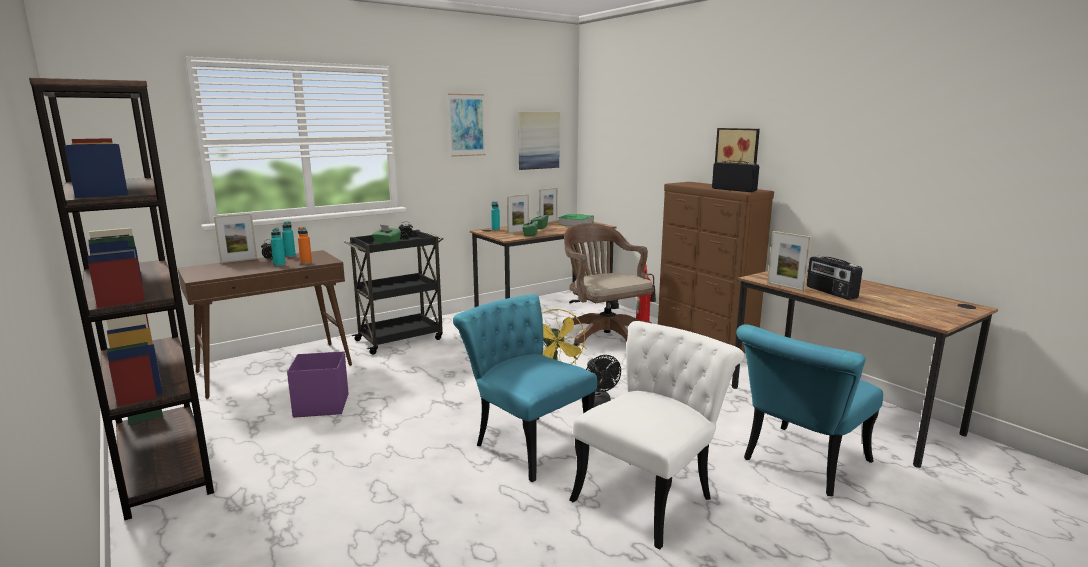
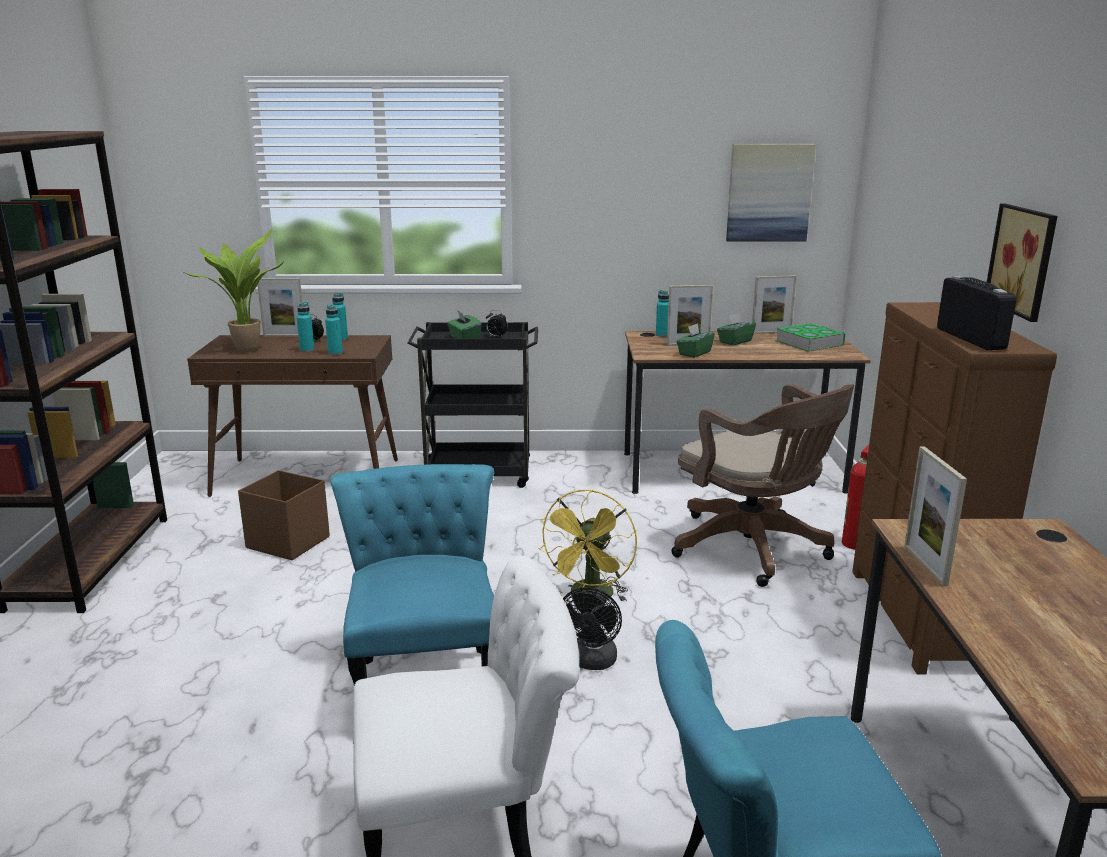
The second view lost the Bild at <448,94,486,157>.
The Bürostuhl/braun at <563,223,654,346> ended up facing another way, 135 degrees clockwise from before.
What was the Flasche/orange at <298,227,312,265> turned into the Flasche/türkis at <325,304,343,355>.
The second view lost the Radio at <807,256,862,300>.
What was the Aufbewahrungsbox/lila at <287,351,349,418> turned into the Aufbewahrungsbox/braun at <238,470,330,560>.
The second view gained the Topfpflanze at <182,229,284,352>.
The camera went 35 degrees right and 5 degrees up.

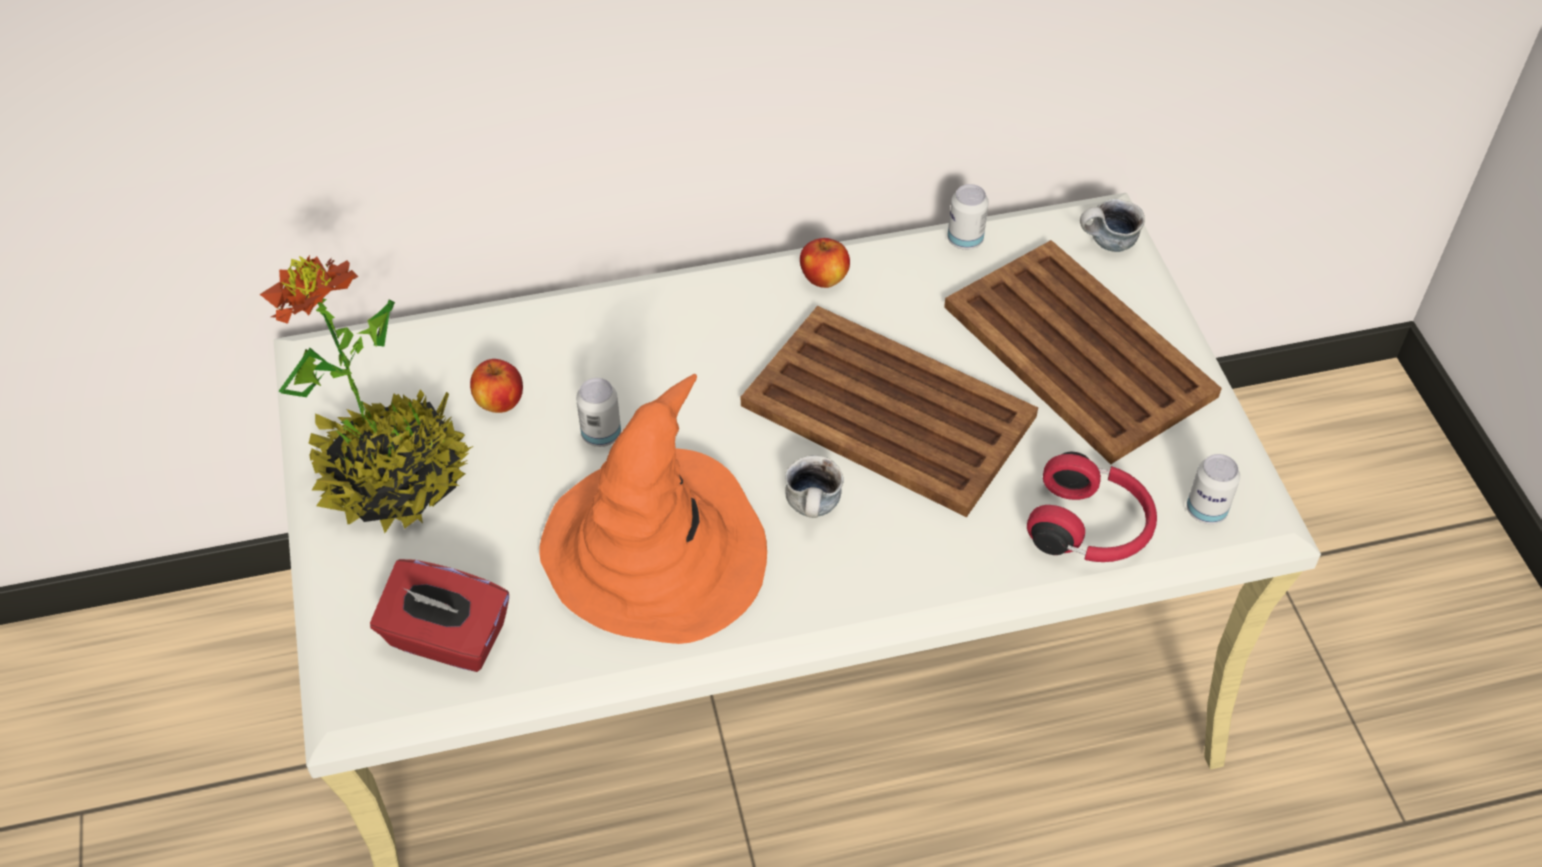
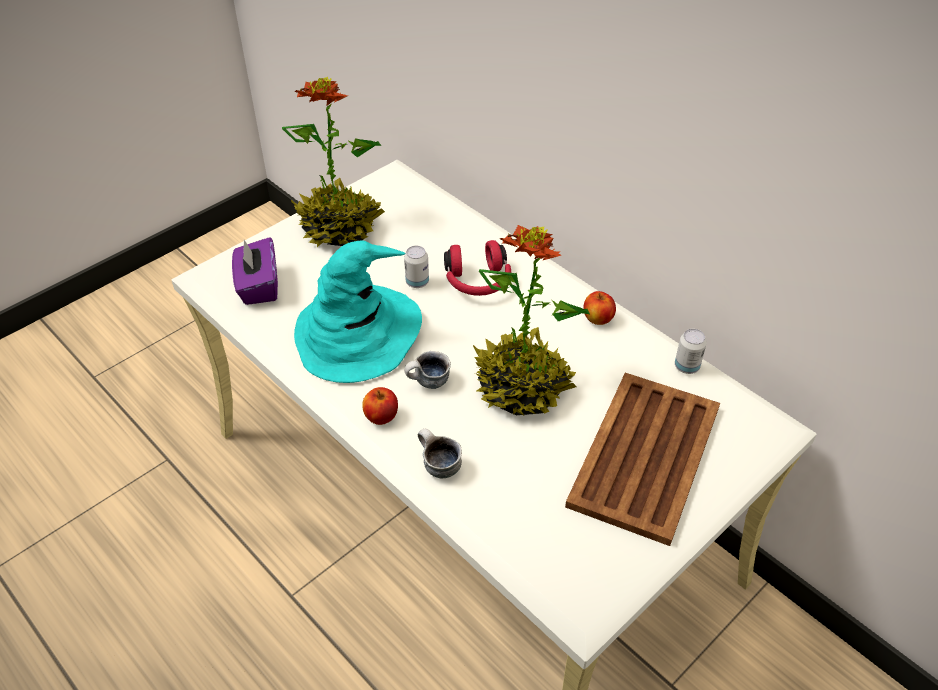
The Henkelbecher ended up elsewhere, having gone from <1080,199,1145,252> to <418,429,462,478>.
Where the Tablett/braun stood at <741,306,1038,518>, the Topfpflanze came to stand at <473,225,590,415>.
The Apfel ended up elsewhere, having gone from <470,359,523,413> to <362,387,398,425>.
What was the Hut/orange at <539,374,767,644> turned into the Hut/türkis at <294,240,422,383>.
The Kopfhörer/rot ended up elsewhere, having gone from <1027,452,1157,562> to <444,240,511,296>.
The second view lost the Dose at <1187,454,1240,524>.
What was the Taschentuchbox/rot at <370,559,509,672> turned into the Taschentuchbox/lila at <232,237,278,305>.
The camera went 60 degrees right and 5 degrees down.

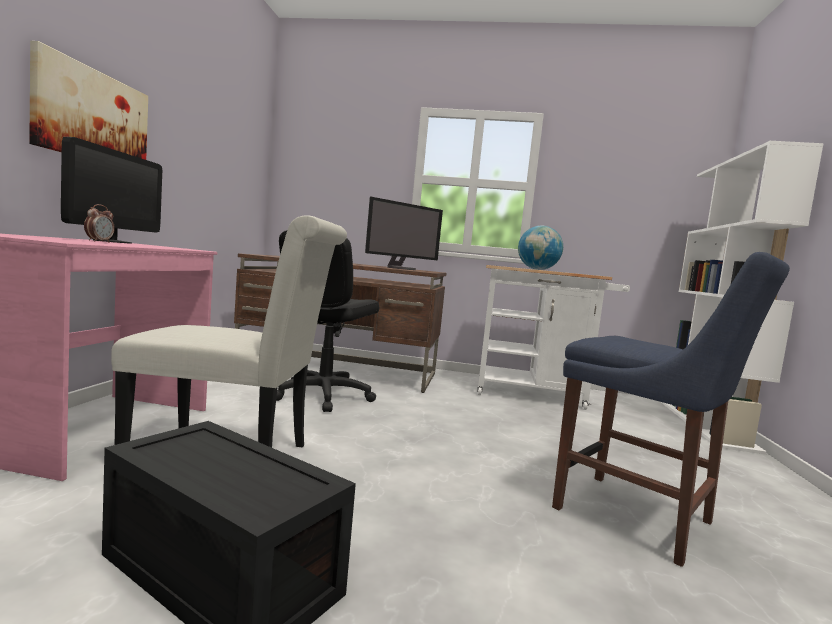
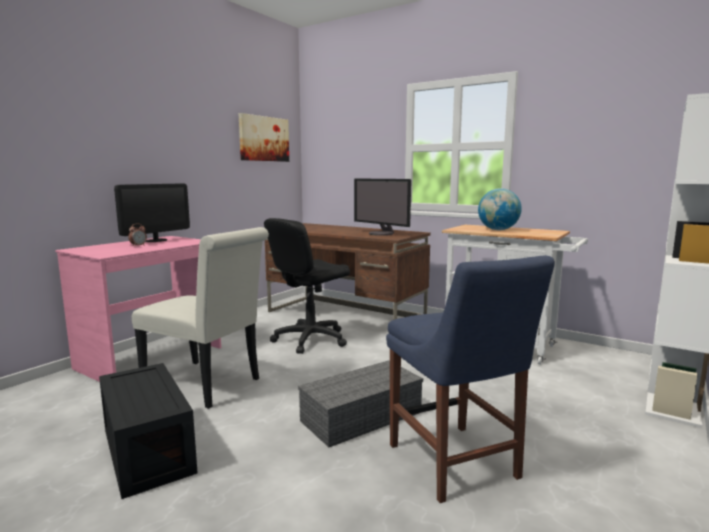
The Bild ended up elsewhere, having gone from <29,41,148,160> to <238,113,289,162>.
The Monitor at <365,196,443,270> ended up facing another way, 60 degrees clockwise from before.
The second view gained the Aufbewahrungsbox/grau at <298,360,423,447>.
The camera went 25 degrees right and 5 degrees up.

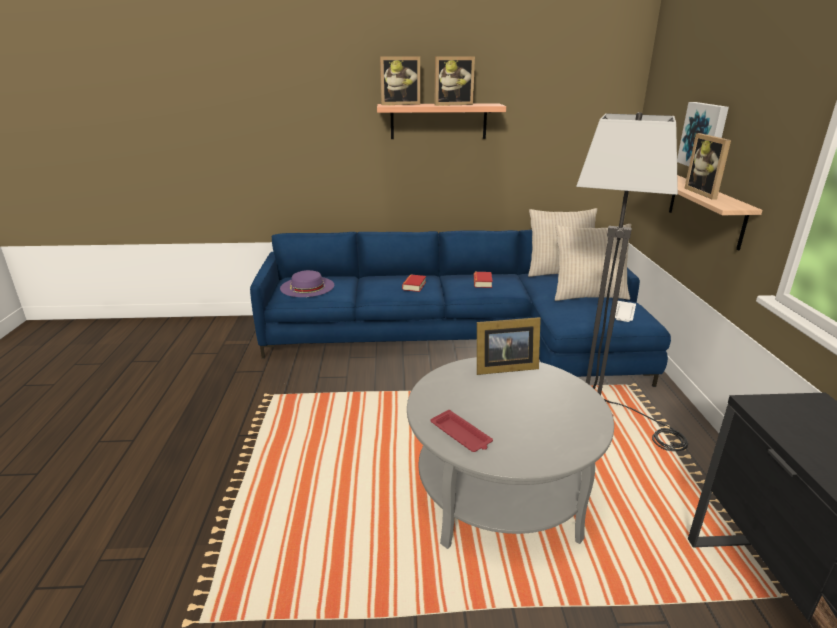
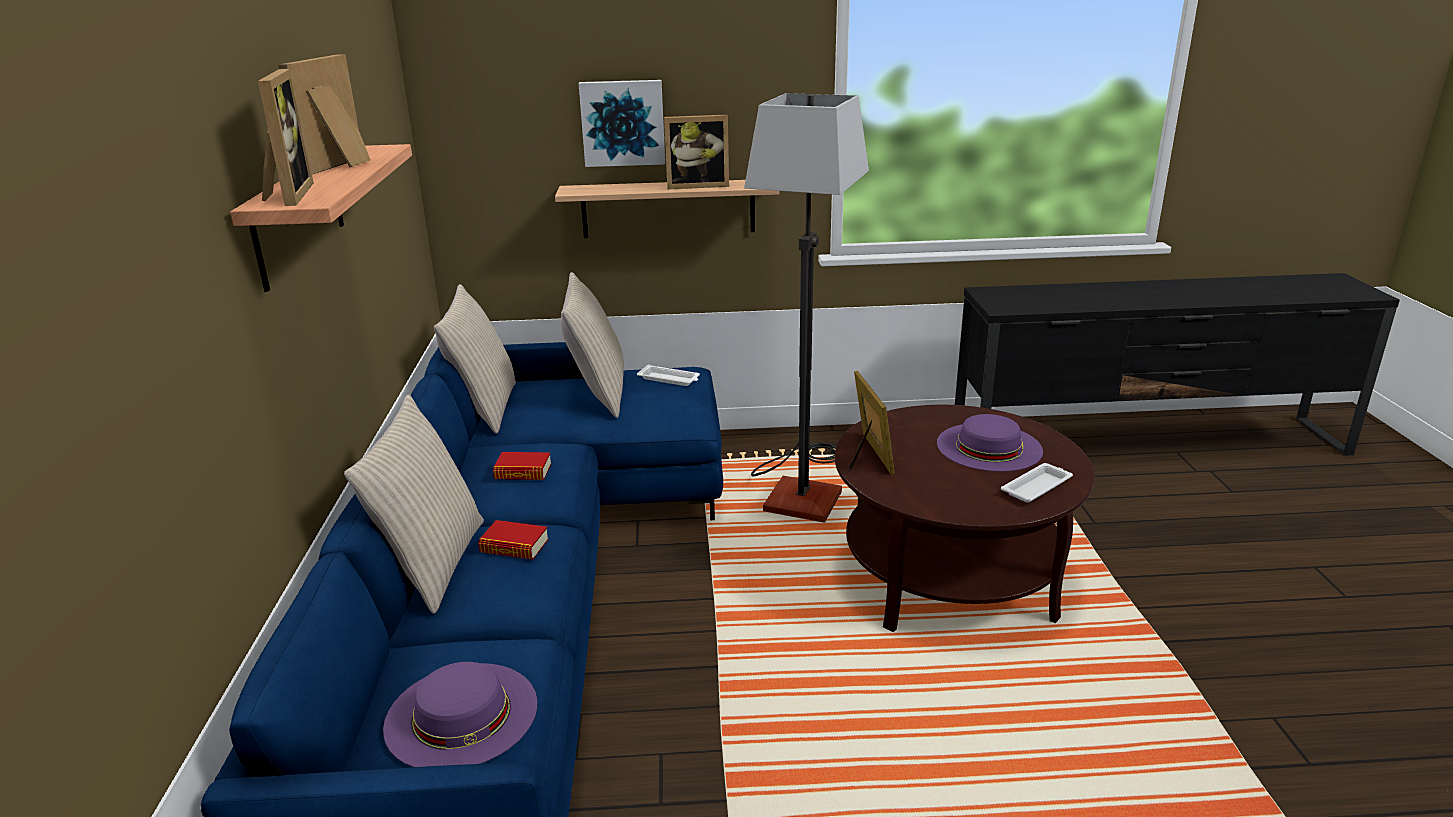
The Bilderrahmen at <434,57,475,106> ended up facing another way, 150 degrees counterclockwise from before.
What was the Couchtisch/grau at <407,357,614,549> turned into the Couchtisch/braun at <835,405,1095,632>.
What was the Tablett/rot at <430,410,493,452> turned into the Tablett/weiß at <1001,463,1073,503>.
The second view gained the Kissen/beige at <344,394,484,614>.
The second view gained the Hut/lila at <937,414,1043,472>.
The camera went 90 degrees left and 0 degrees up.

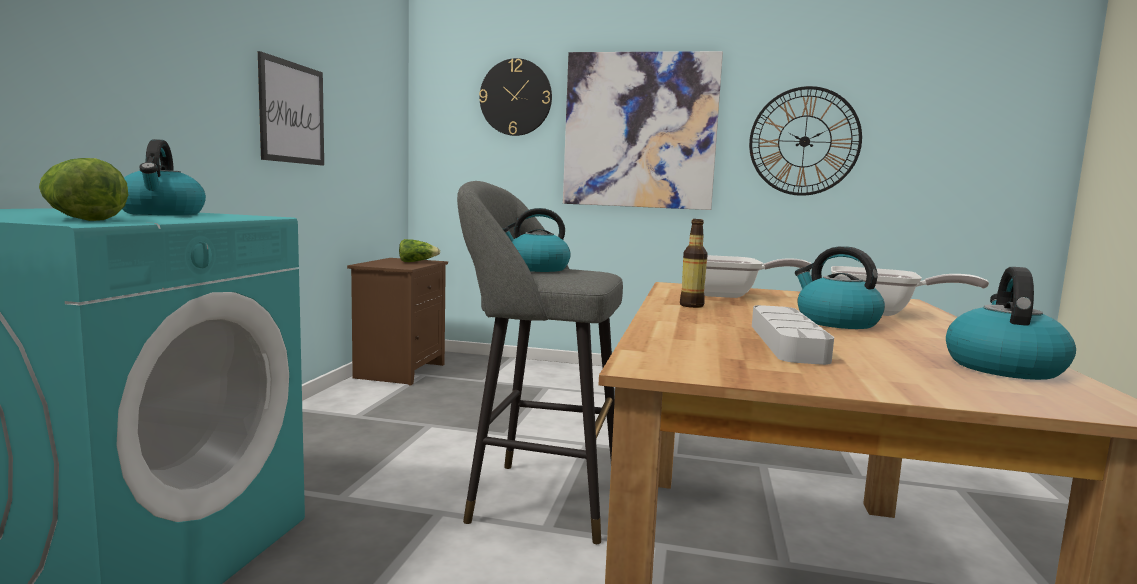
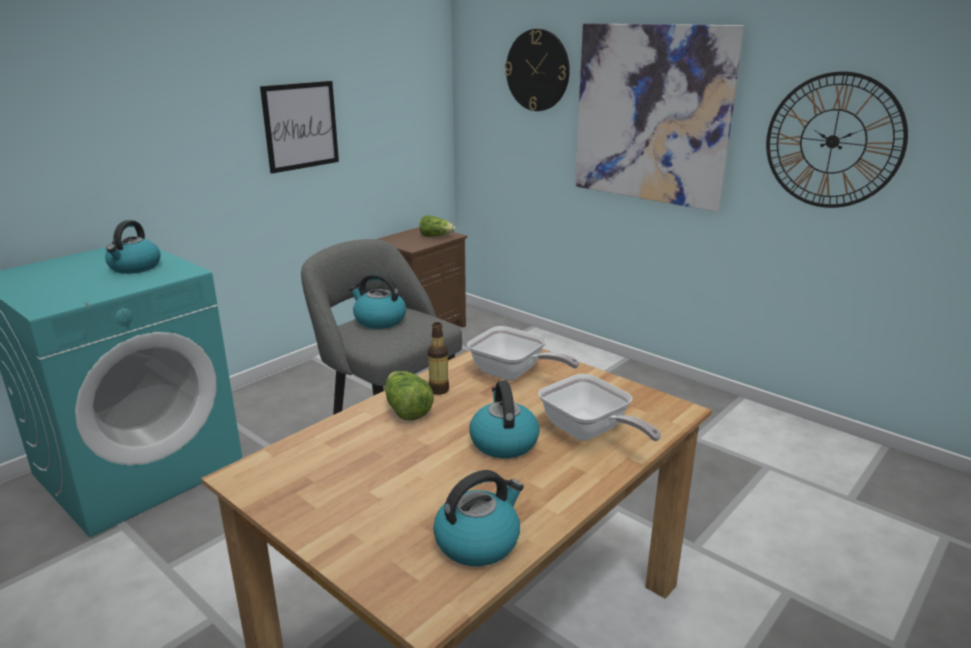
The Salatkopf ended up elsewhere, having gone from <39,158,128,221> to <385,371,434,421>.
The second view lost the Tablett/grau at <752,305,834,365>.
The camera went 30 degrees right and 15 degrees up.

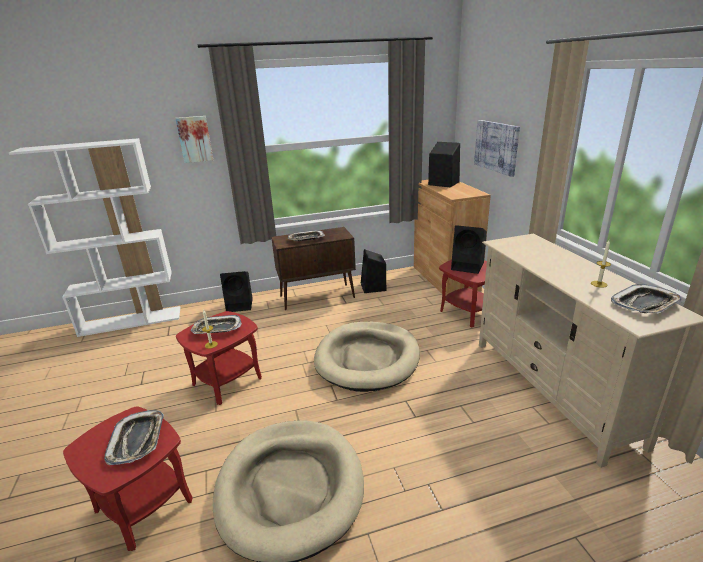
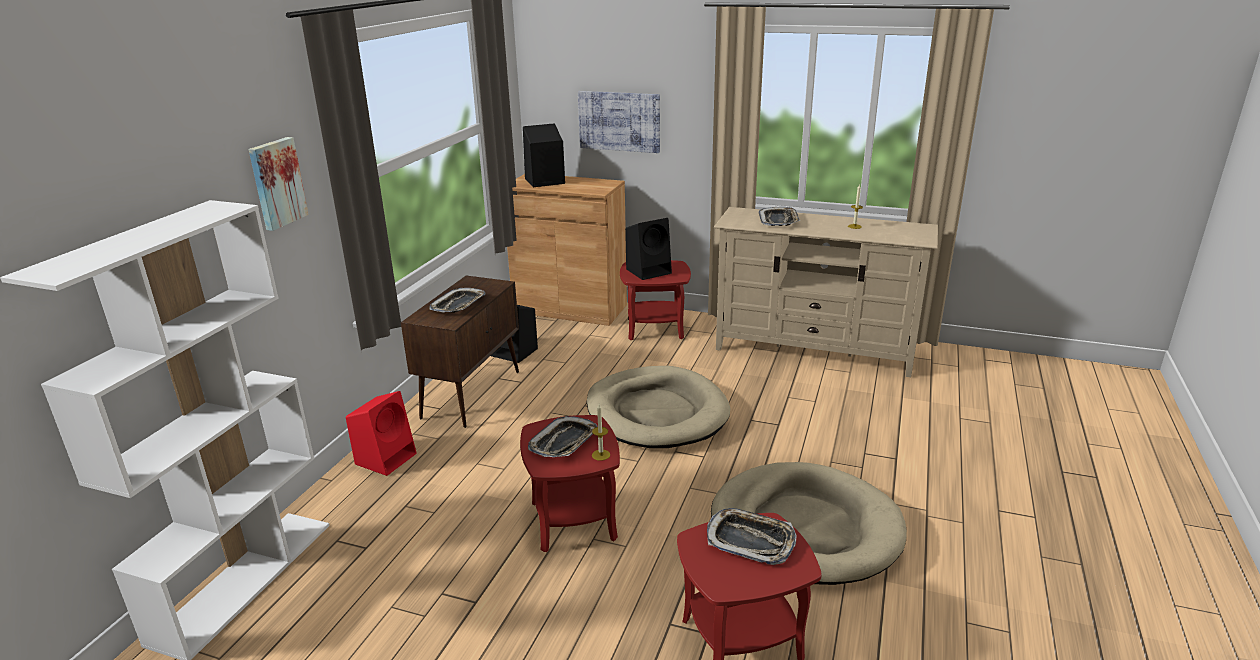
What was the Lautsprecher/schwarz at <220,271,253,312> turned into the Lautsprecher/rot at <346,391,417,476>.
The Tablett ended up elsewhere, having gone from <611,284,682,313> to <758,207,800,226>.
The camera went 55 degrees left and 0 degrees up.

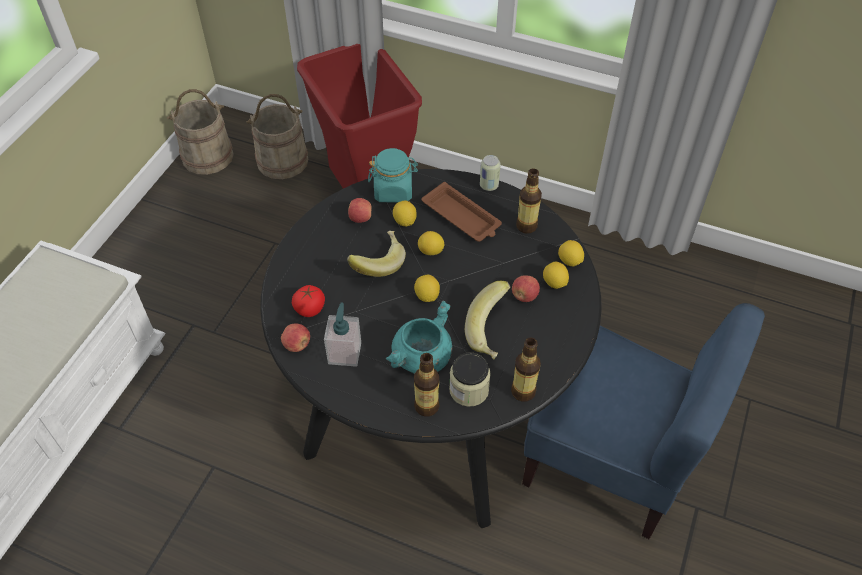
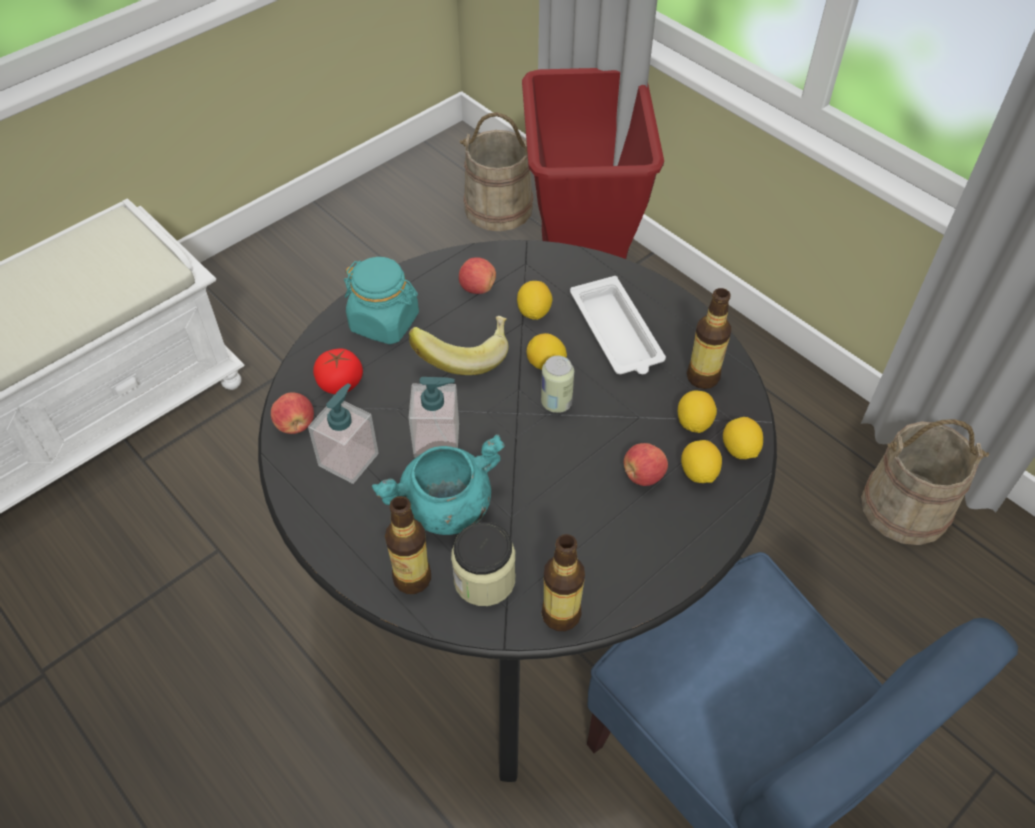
The Eimer/beige ended up elsewhere, having gone from <167,89,234,175> to <861,419,989,545>.
The Vorratsglas/türkis ended up elsewhere, having gone from <368,148,418,203> to <344,257,419,344>.
The Dose ended up elsewhere, having gone from <480,155,501,191> to <541,356,574,413>.
What was the Tablett/braun at <422,182,502,242> turned into the Tablett/weiß at <570,276,666,374>.
The Zitrone ended up elsewhere, having gone from <414,275,440,302> to <678,390,717,433>.
The second view lost the Banane at <465,281,510,359>.
The second view gained the Seifenspender at <408,377,459,458>.
The camera went 25 degrees right and 0 degrees up.

